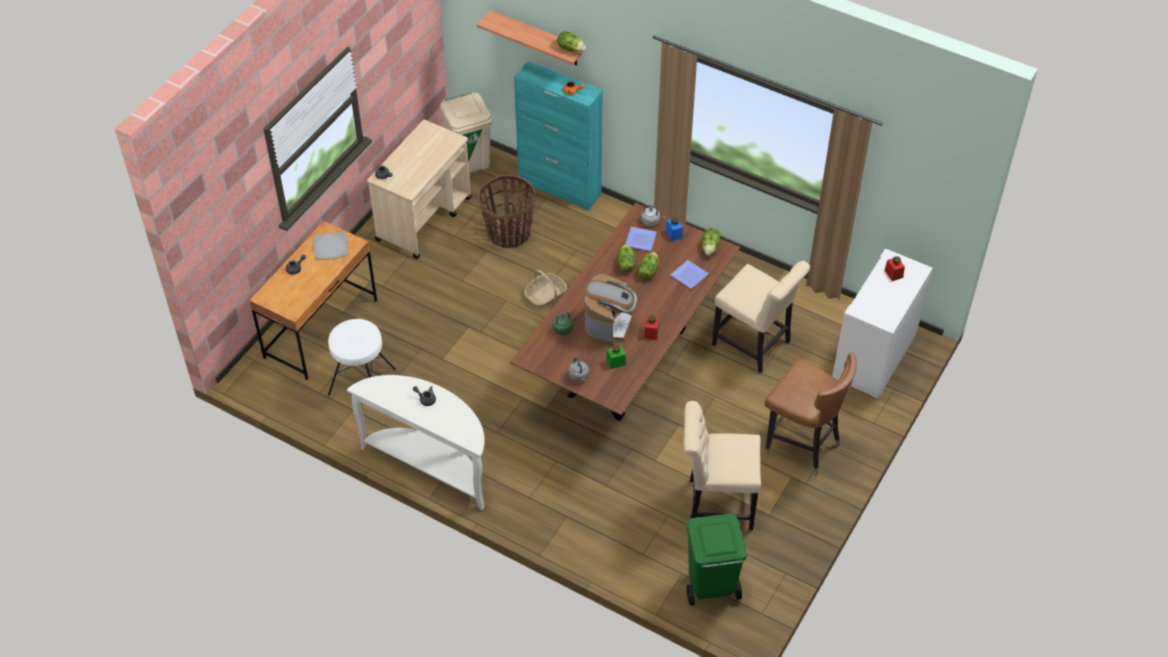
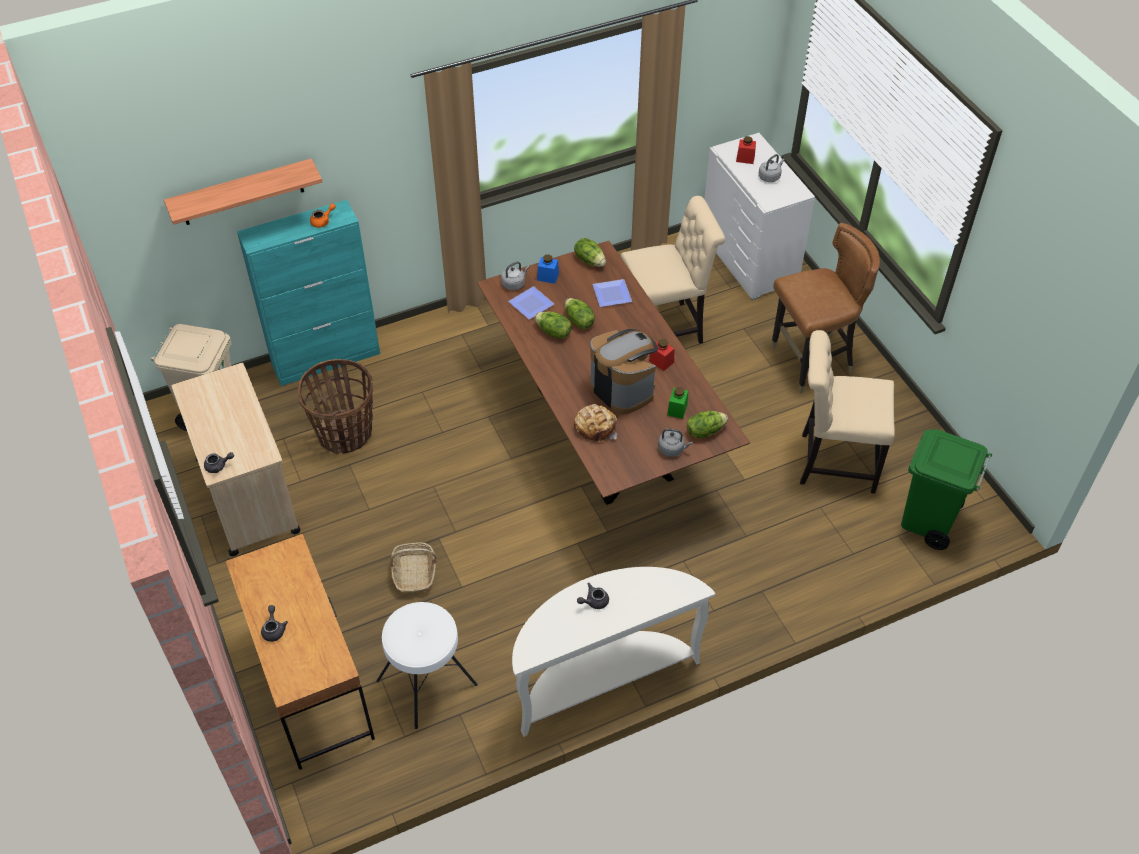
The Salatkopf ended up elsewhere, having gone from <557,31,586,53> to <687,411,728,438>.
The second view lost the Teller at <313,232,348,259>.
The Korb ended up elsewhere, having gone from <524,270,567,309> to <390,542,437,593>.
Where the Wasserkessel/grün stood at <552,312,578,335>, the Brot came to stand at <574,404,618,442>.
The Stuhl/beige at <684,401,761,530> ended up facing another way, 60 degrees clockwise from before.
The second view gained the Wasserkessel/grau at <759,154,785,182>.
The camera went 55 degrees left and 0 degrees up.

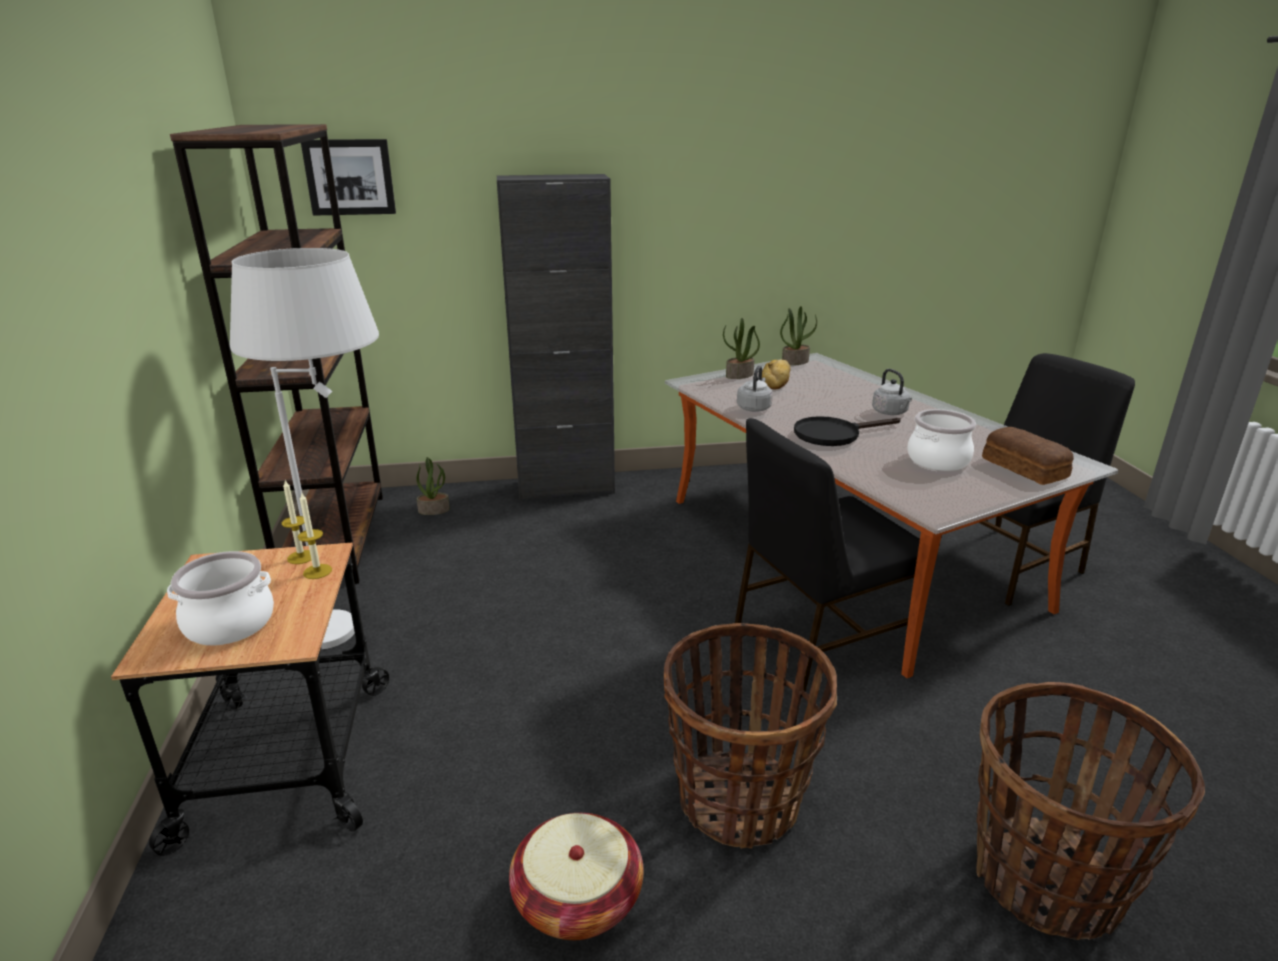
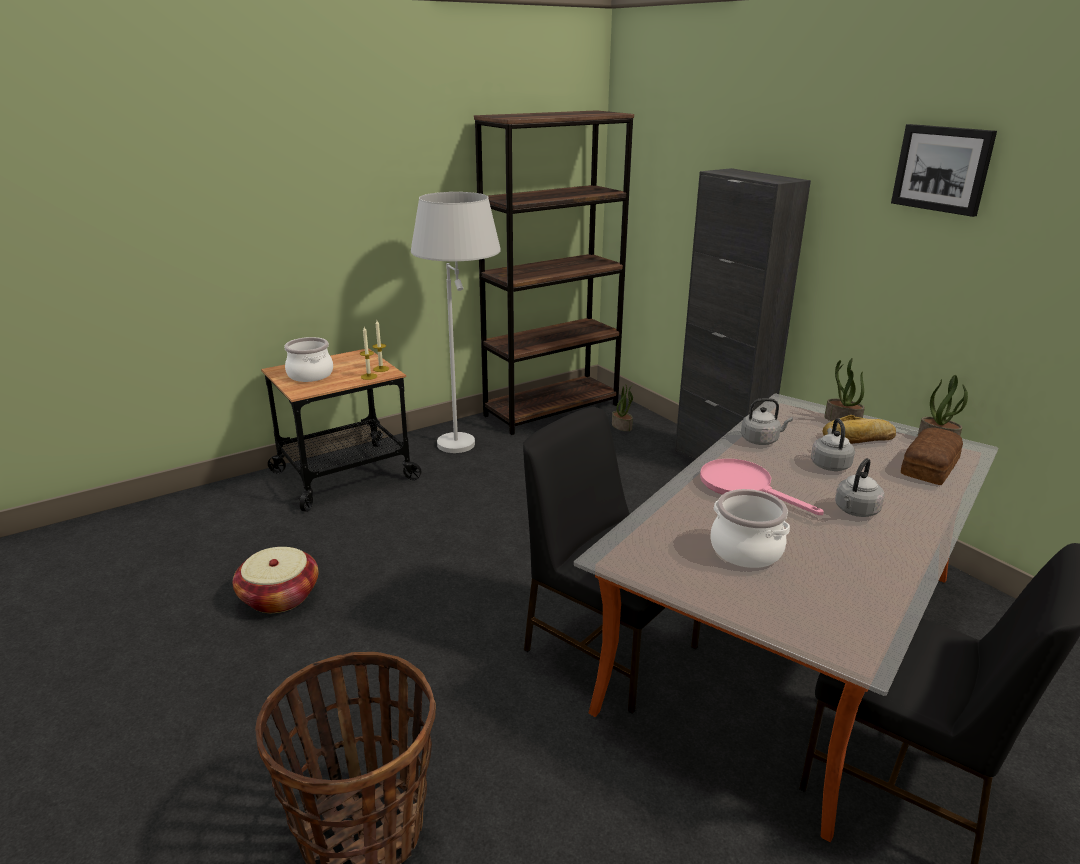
The Bild ended up elsewhere, having gone from <301,139,396,216> to <891,124,997,217>.
What was the Pfanne/schwarz at <794,416,901,446> turned into the Pfanne/rosa at <700,459,824,515>.
The Brot ended up elsewhere, having gone from <982,427,1074,485> to <901,428,963,485>.
The second view lost the Korb at <664,623,837,849>.
The second view gained the Wasserkessel/grau at <811,418,855,471>.
The camera went 65 degrees right and 0 degrees up.

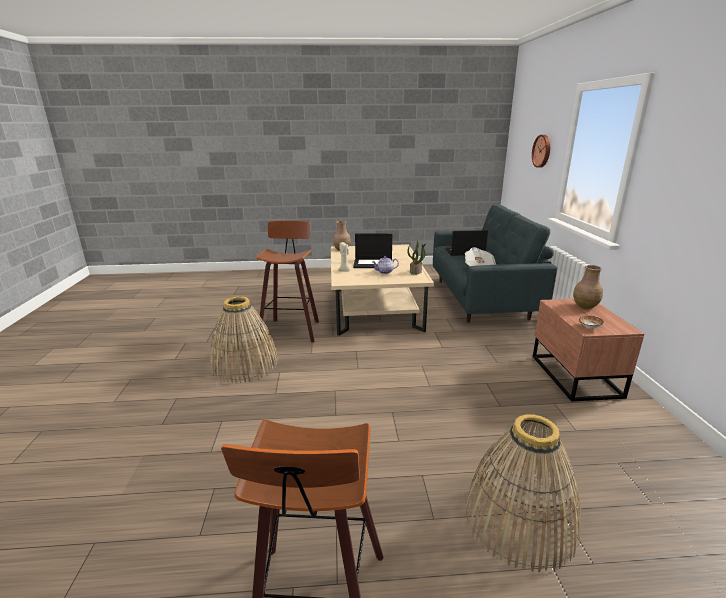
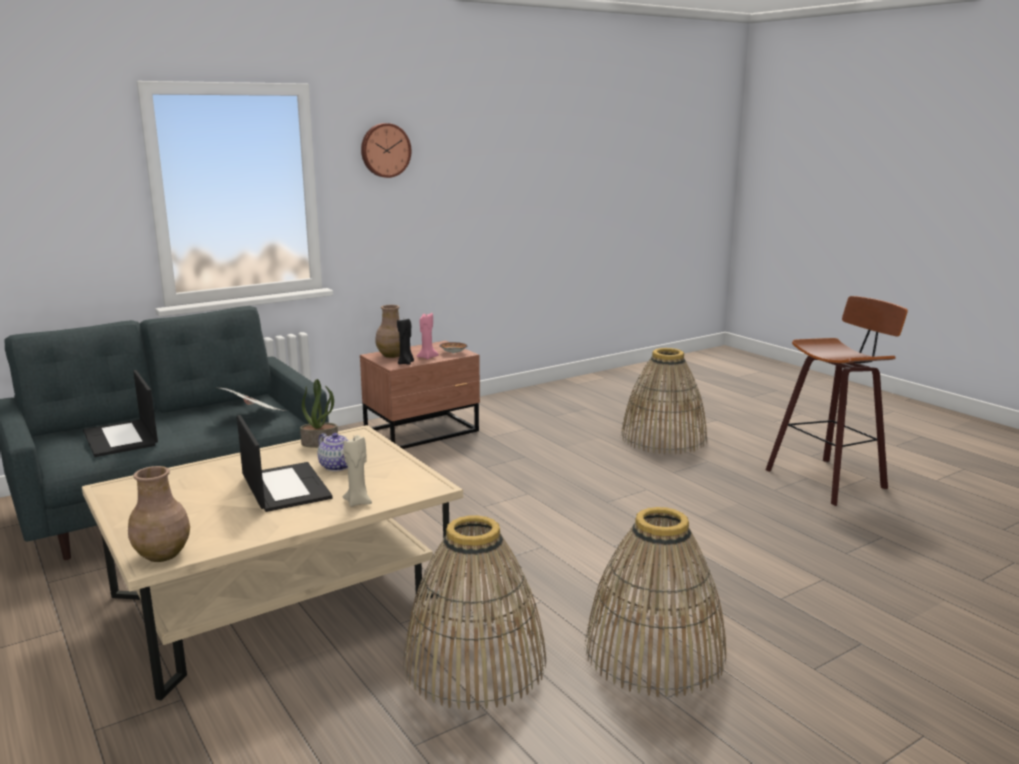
The Wanduhr ended up elsewhere, having gone from <532,135,550,168> to <361,123,411,178>.
Where the Hocker stood at <256,220,319,342>, the Korb came to stand at <403,515,546,710>.
The second view gained the Kerze/rosa at <416,313,439,359>.
The second view gained the Kerze/schwarz at <397,319,414,365>.
The camera went 120 degrees left and 5 degrees down.

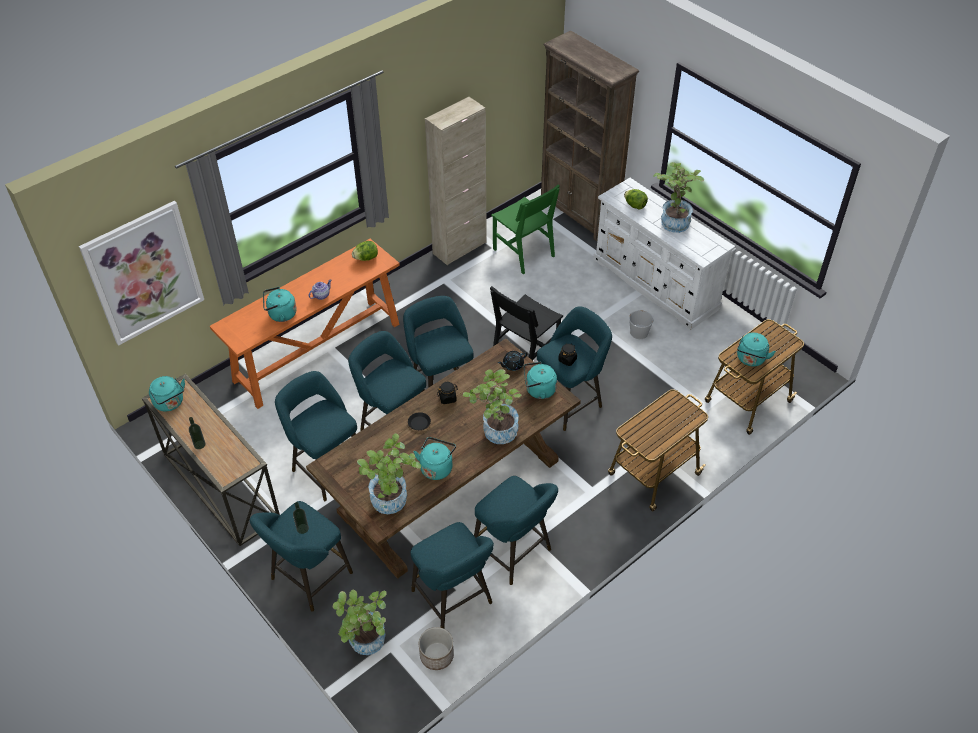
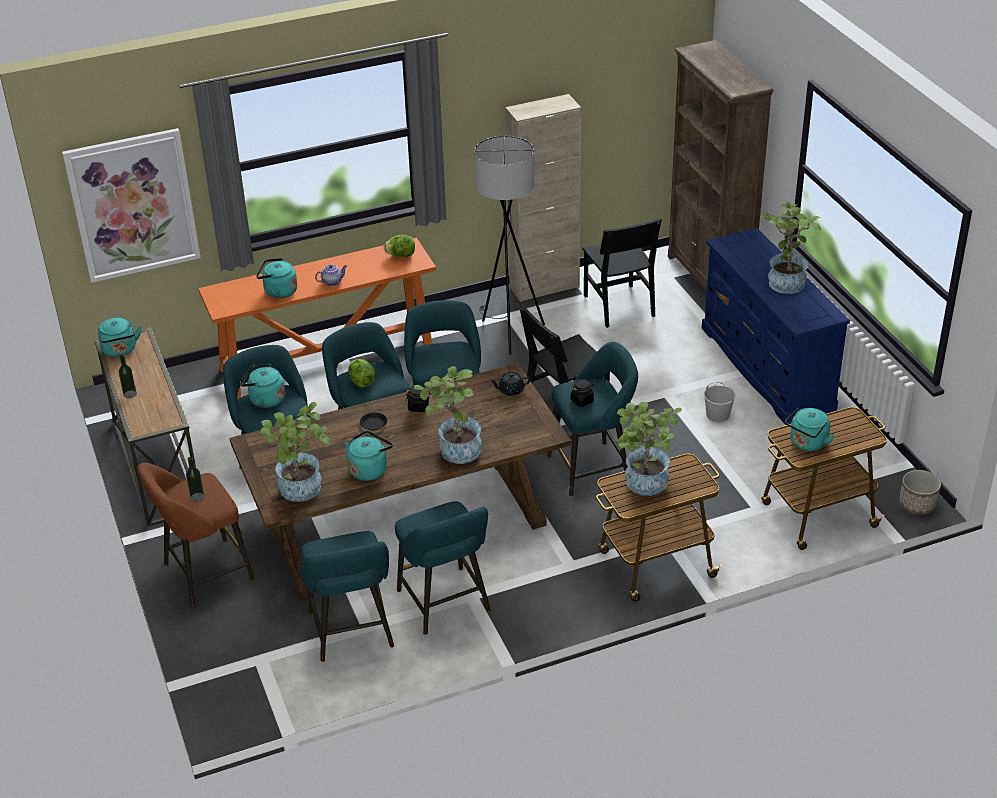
What was the Kommode/weiß at <593,178,735,330> turned into the Kommode/blau at <702,228,850,425>.
What was the Stuhl/grün at <491,184,560,274> turned into the Stuhl/schwarz at <582,218,662,328>.
The Salatkopf ended up elsewhere, having gone from <624,189,648,210> to <348,359,375,388>.
The Wasserkessel/türkis ended up elsewhere, having gone from <524,362,557,399> to <240,364,285,408>.
What was the Hocker/türkis at <250,501,353,612> turned into the Hocker/braun at <137,463,255,606>.
The Topfpflanze ended up elsewhere, having gone from <333,590,387,655> to <617,402,682,496>.
The Pflanzkübel ended up elsewhere, having gone from <419,627,454,670> to <899,470,941,515>.
The second view gained the Stehlampe/grau at <474,136,545,355>.
The camera went 20 degrees right and 10 degrees down.

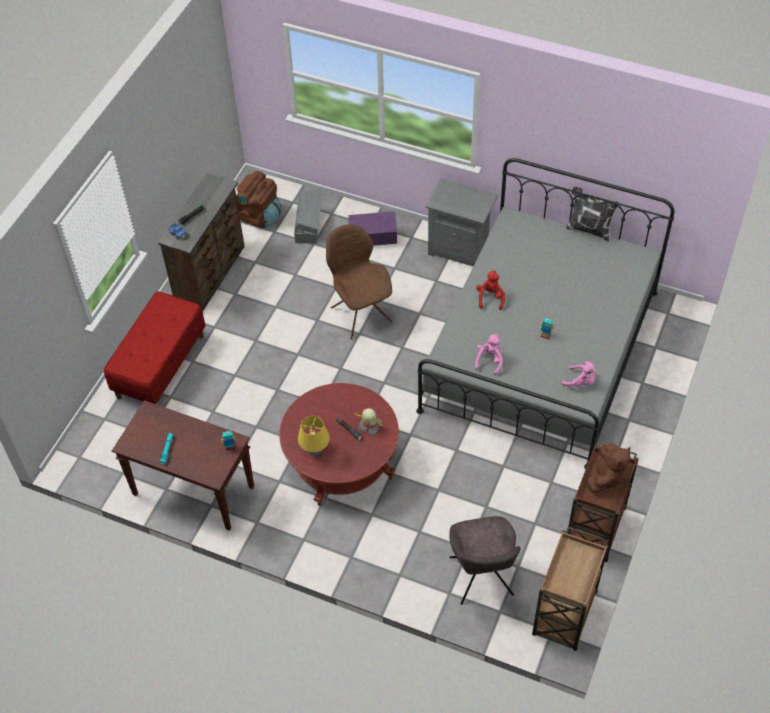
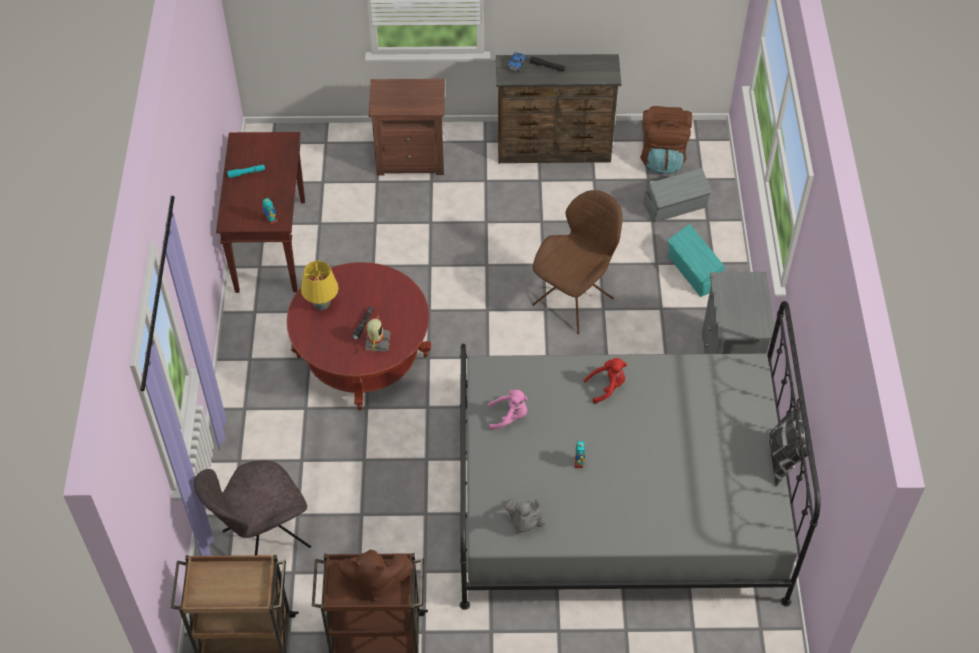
What was the Aufbewahrungsbox/lila at <348,211,397,246> turned into the Aufbewahrungsbox/türkis at <667,224,726,297>.
Where the Bank/rot stood at <104,291,205,404>, the Nachttisch/braun came to stand at <369,79,445,176>.
What was the Plüschtier/rosa at <562,361,596,386> turned into the Plüschtier/grau at <505,498,546,532>.
The camera went 65 degrees right and 0 degrees up.

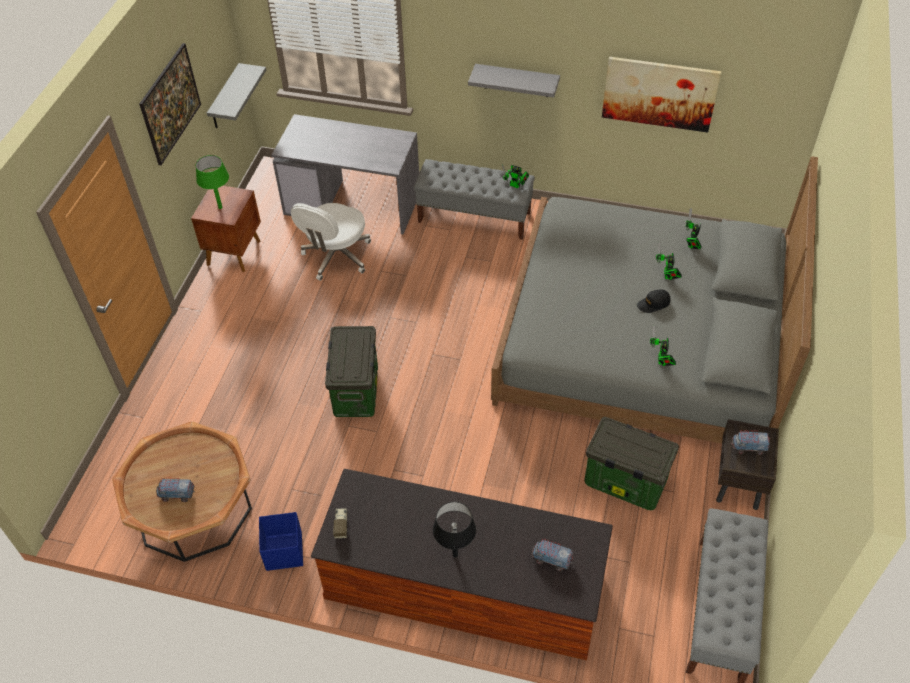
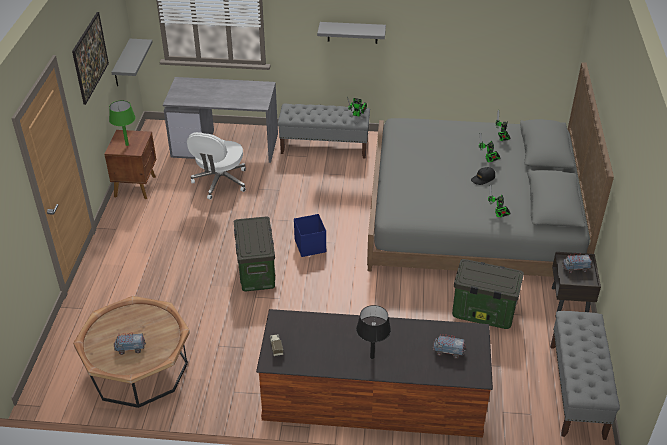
The second view lost the Bild at <602,57,721,133>.
The Aufbewahrungsbox/blau ended up elsewhere, having gone from <259,512,303,571> to <294,214,326,257>.
The camera went 10 degrees left and 10 degrees down.

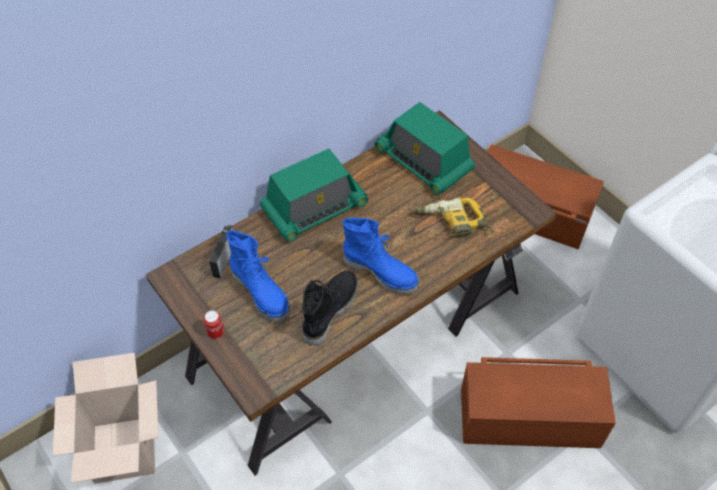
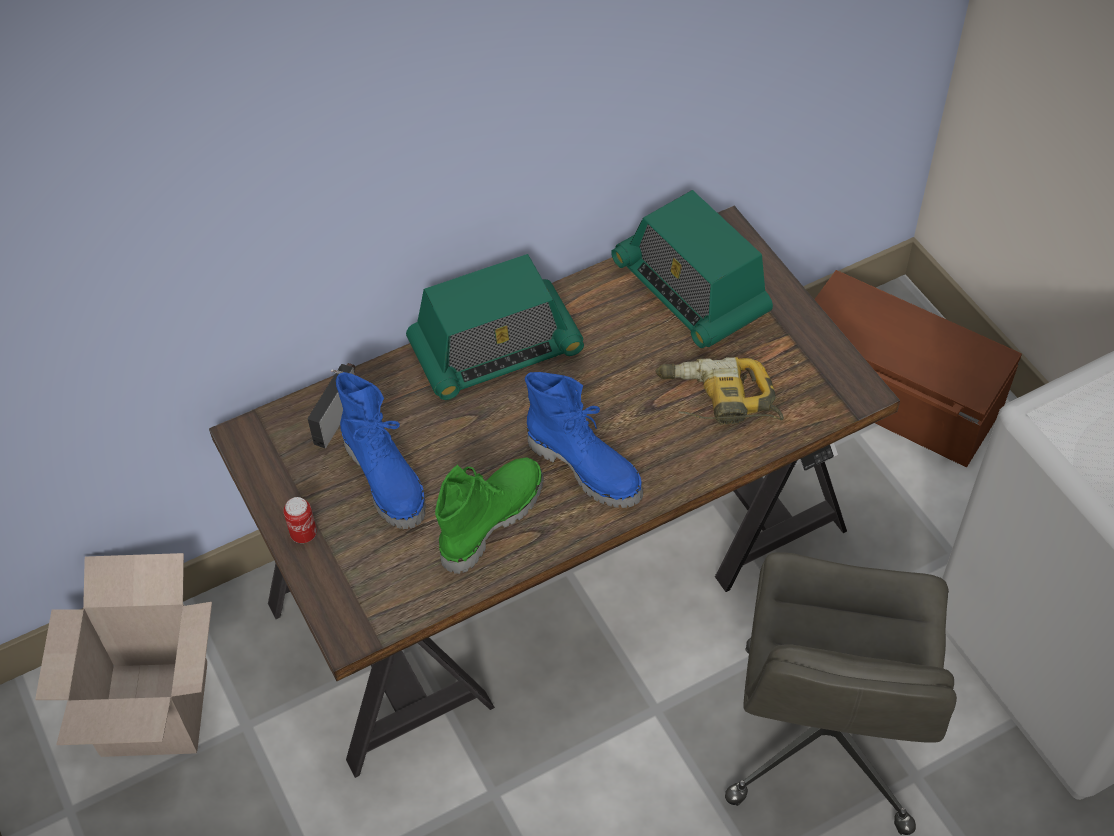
What was the Stiefel/schwarz at <302,271,358,346> turned into the Stiefel/grün at <435,457,544,574>.
Where the Aufbewahrungsbox/braun stood at <461,357,616,448>, the Bürostuhl/grau came to stand at <725,552,957,835>.
The camera went 10 degrees right and 0 degrees up.

